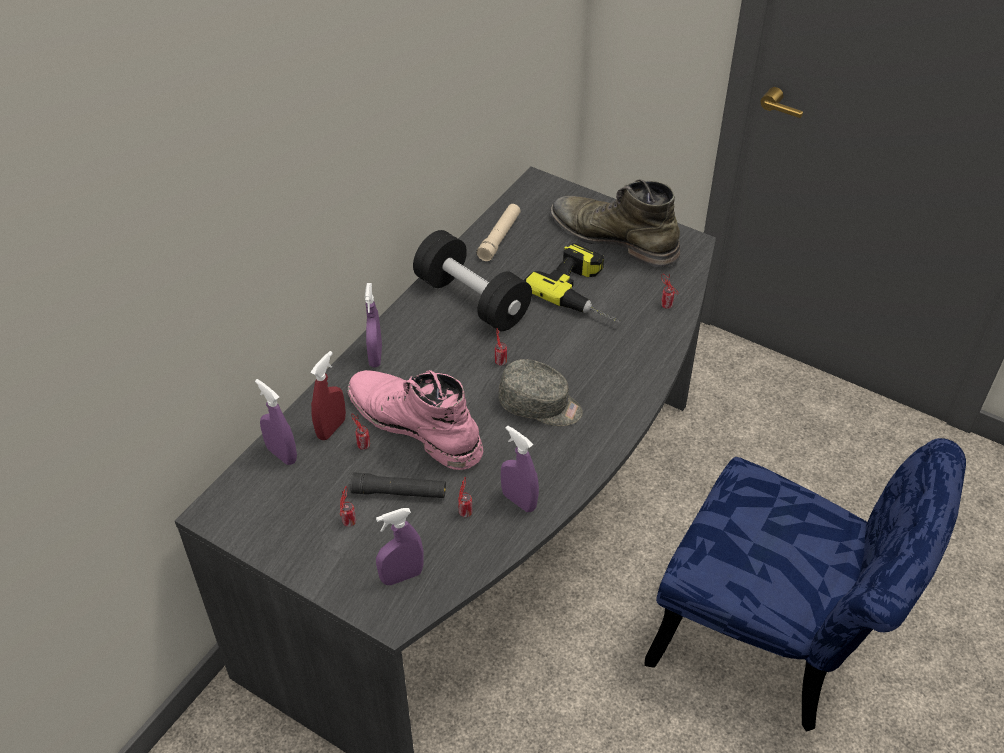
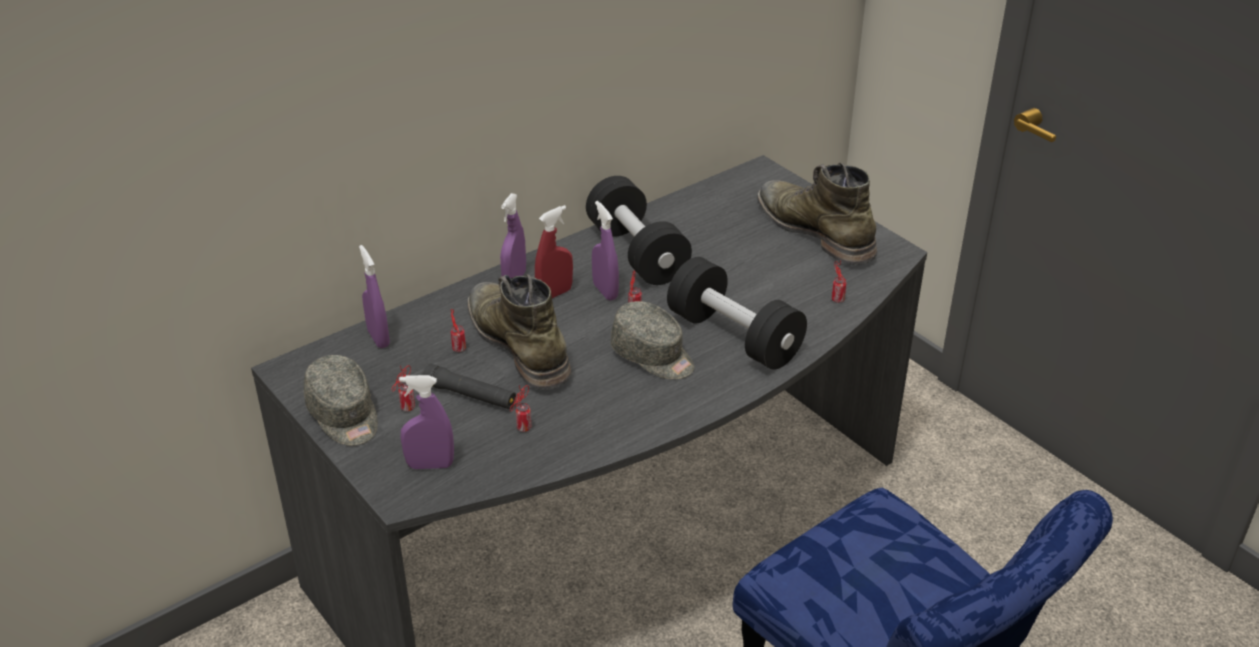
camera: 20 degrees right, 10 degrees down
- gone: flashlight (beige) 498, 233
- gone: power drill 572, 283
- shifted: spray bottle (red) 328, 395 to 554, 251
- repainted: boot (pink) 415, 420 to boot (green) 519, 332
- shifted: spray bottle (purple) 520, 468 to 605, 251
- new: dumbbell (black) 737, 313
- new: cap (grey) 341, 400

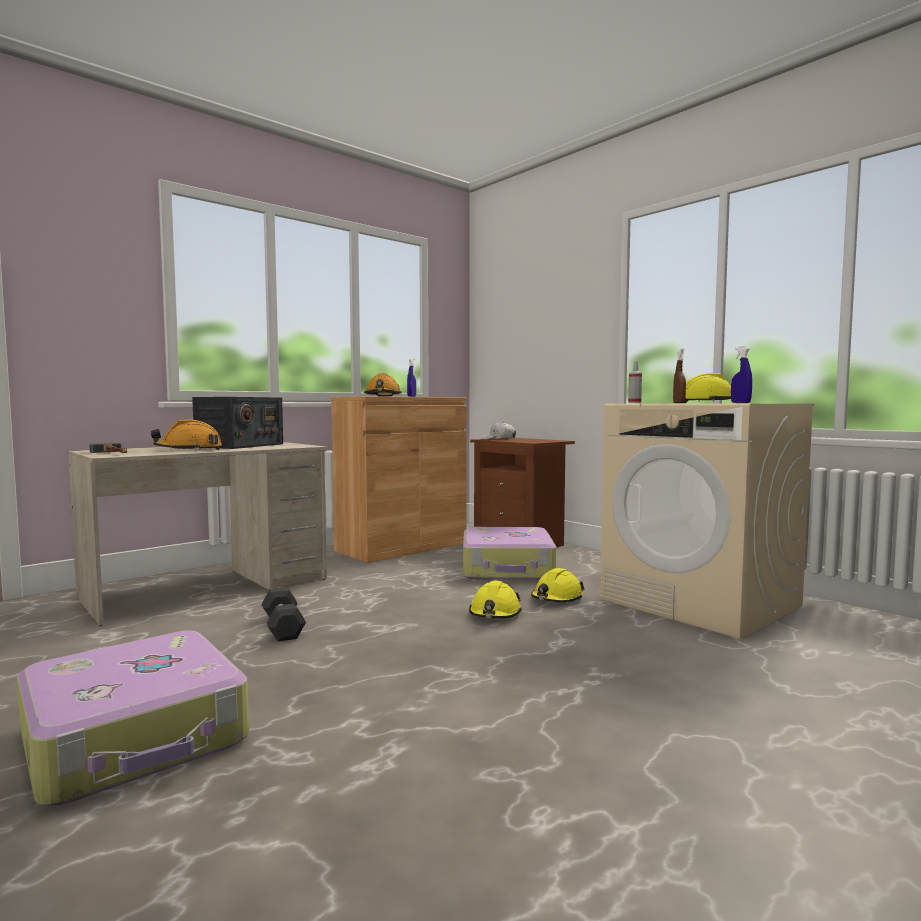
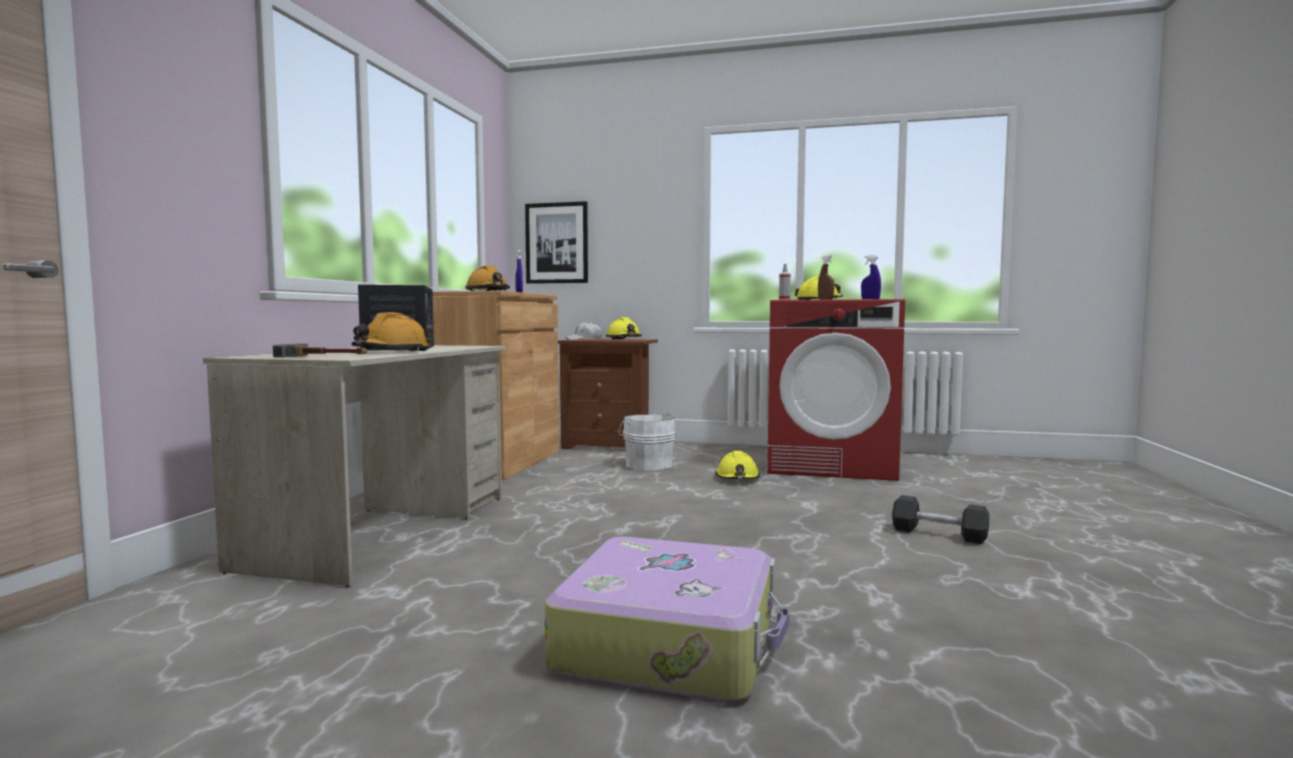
camera: 35 degrees left, 0 degrees up
- repainted: washing machine (beige) 707, 521 to washing machine (red) 836, 390
- swapped: suitcase 509, 553 to bucket (white) 647, 441
- shifted: hard hat (yellow) 495, 599 to 624, 328
- shifted: dumbbell (grey) 284, 614 to 940, 519
- new: picture 556, 242

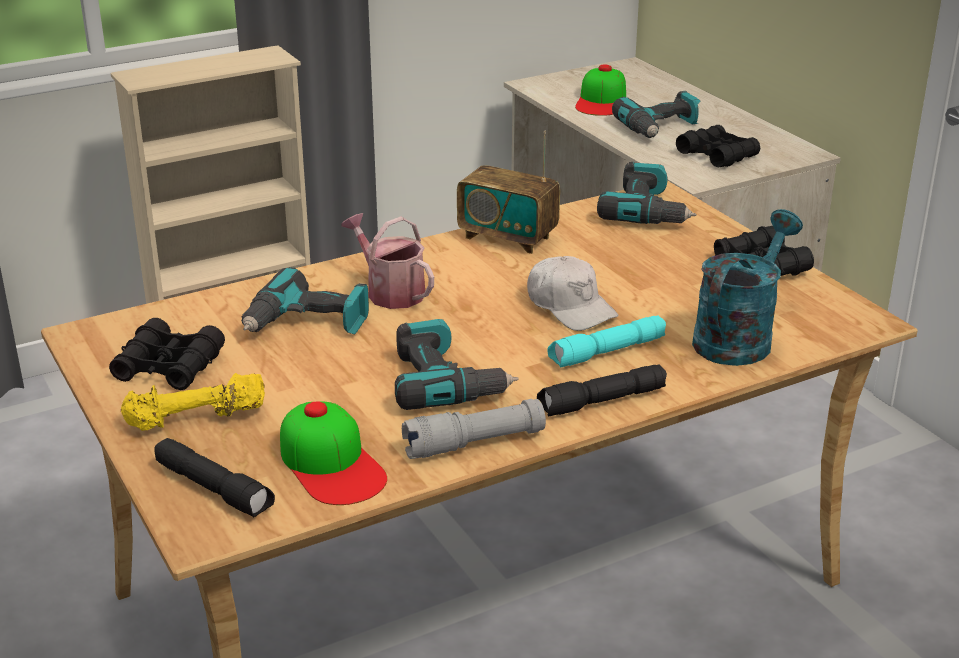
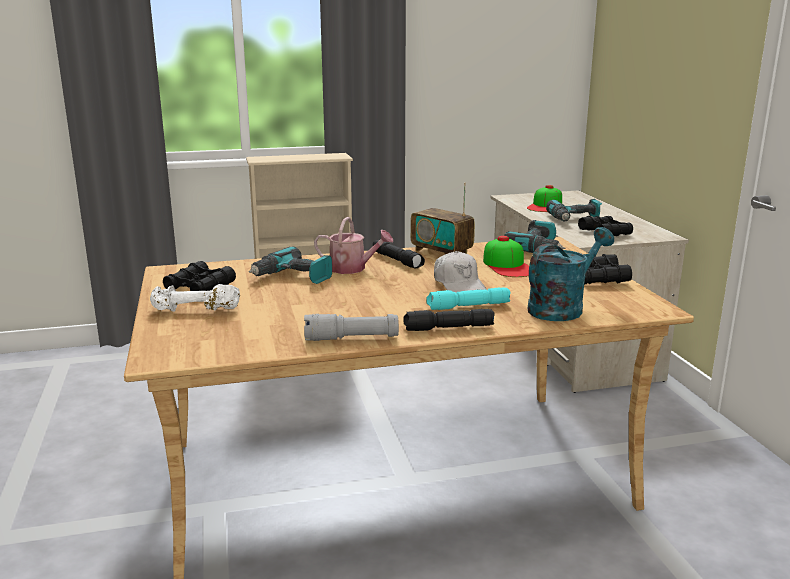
camera: 15 degrees right, 10 degrees down
- rotated: watering can 387, 261 = 353, 245 135 degrees clockwise
- gone: power drill 457, 364
- repainted: dumbbell (yellow) 193, 402 to dumbbell (white) 195, 298
- shifted: cap 333, 453 to 506, 256
- shifted: flashlight (black) 214, 477 to 399, 254

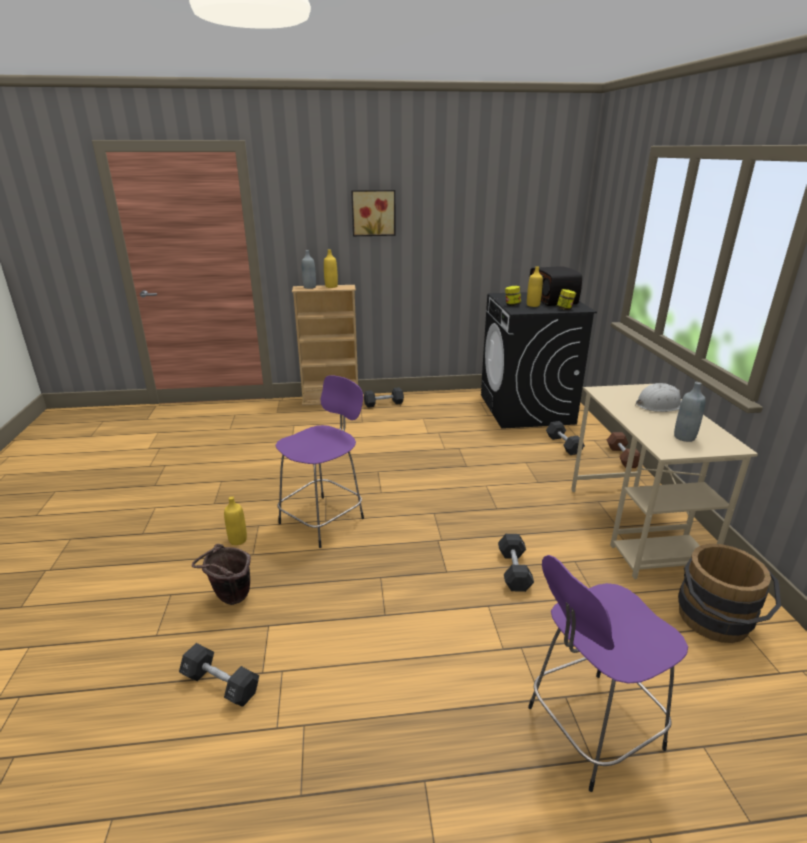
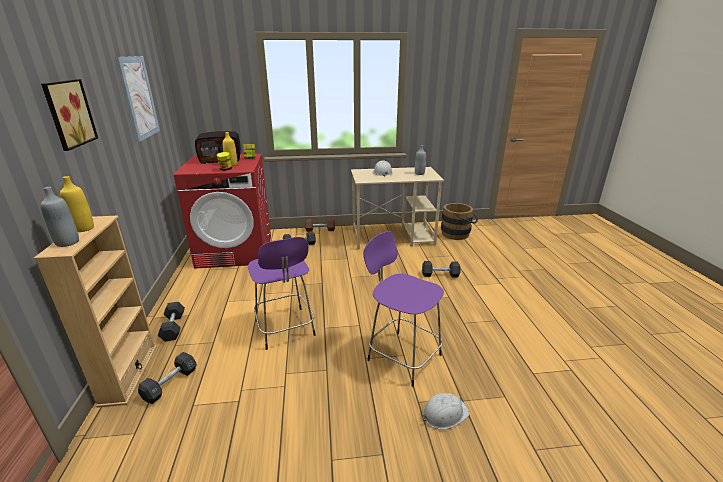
camera: 90 degrees left, 0 degrees up
- repainted: washing machine (black) 539, 360 to washing machine (red) 222, 211
- swapped: bottle (yellow) 235, 520 to hard hat (white) 446, 411
- gone: bucket (brown) 221, 574
- shifted: stool (purple) 608, 673 to 282, 293
- shifted: dumbbell (black) 219, 675 to 167, 378
- new: picture 137, 99

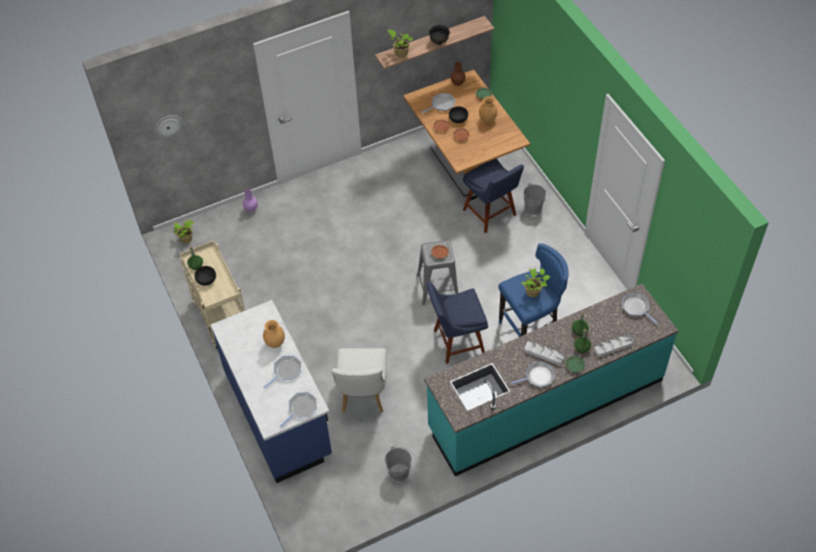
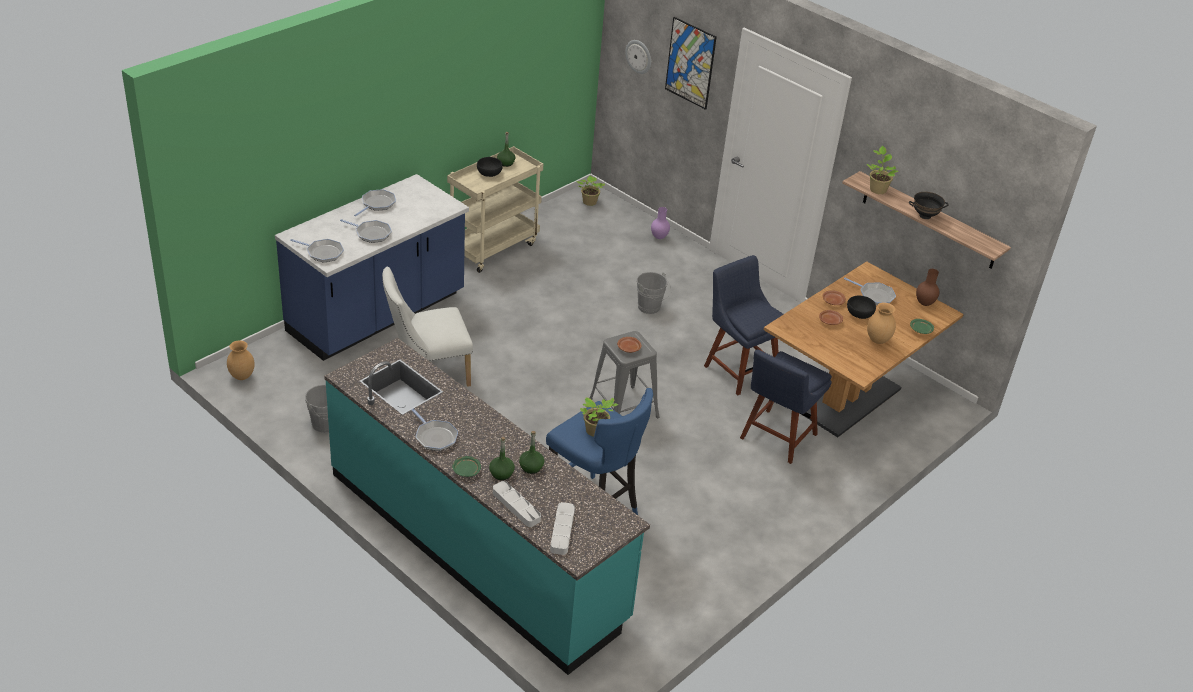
camera: 65 degrees right, 15 degrees down
- shifted: bucket (grey) 536, 199 to 654, 293
- shifted: chair (blue) 457, 323 to 743, 325
- shifted: frying pan 640, 308 to 375, 202
- shifted: vase (brown) 274, 334 to 241, 360
- shifted: tray (grey) 544, 353 to 562, 528
- new: picture 691, 63

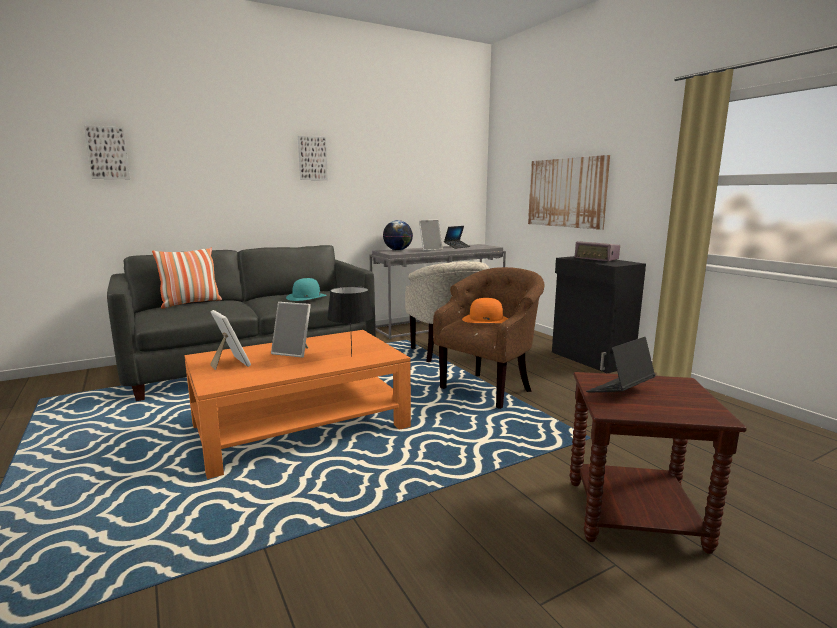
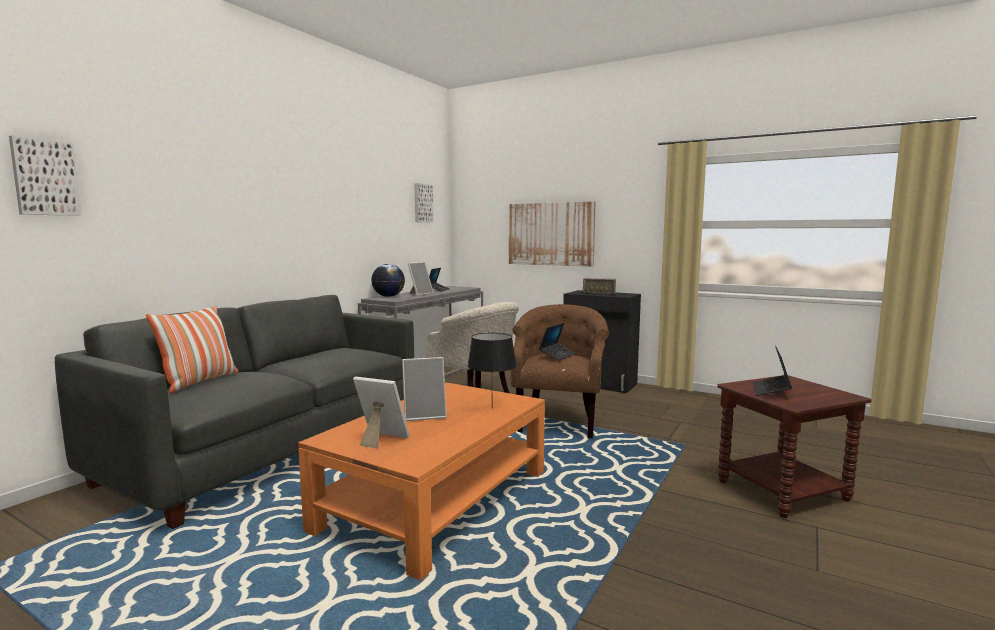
camera: 30 degrees left, 5 degrees down
- shifted: picture 313, 158 to 424, 203
- gone: hat (turquoise) 306, 289
- swapped: hat (orange) 485, 310 to laptop 557, 342

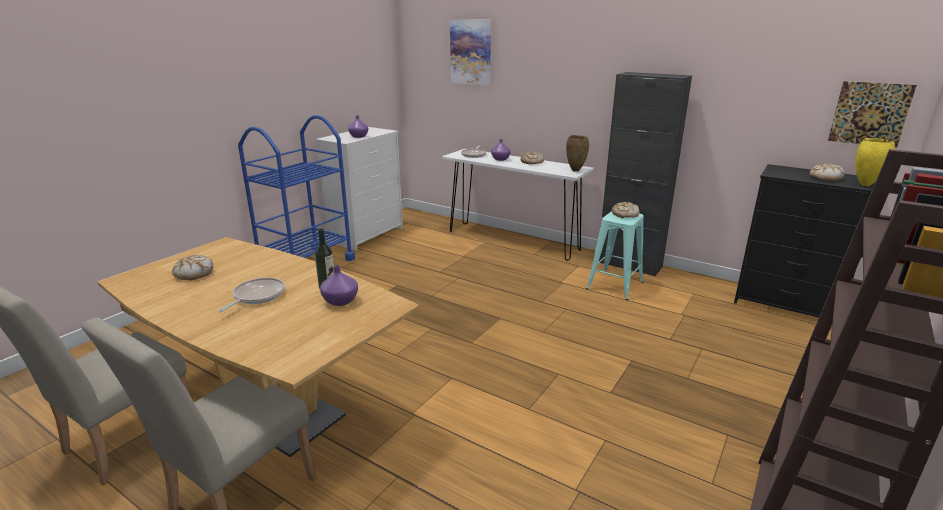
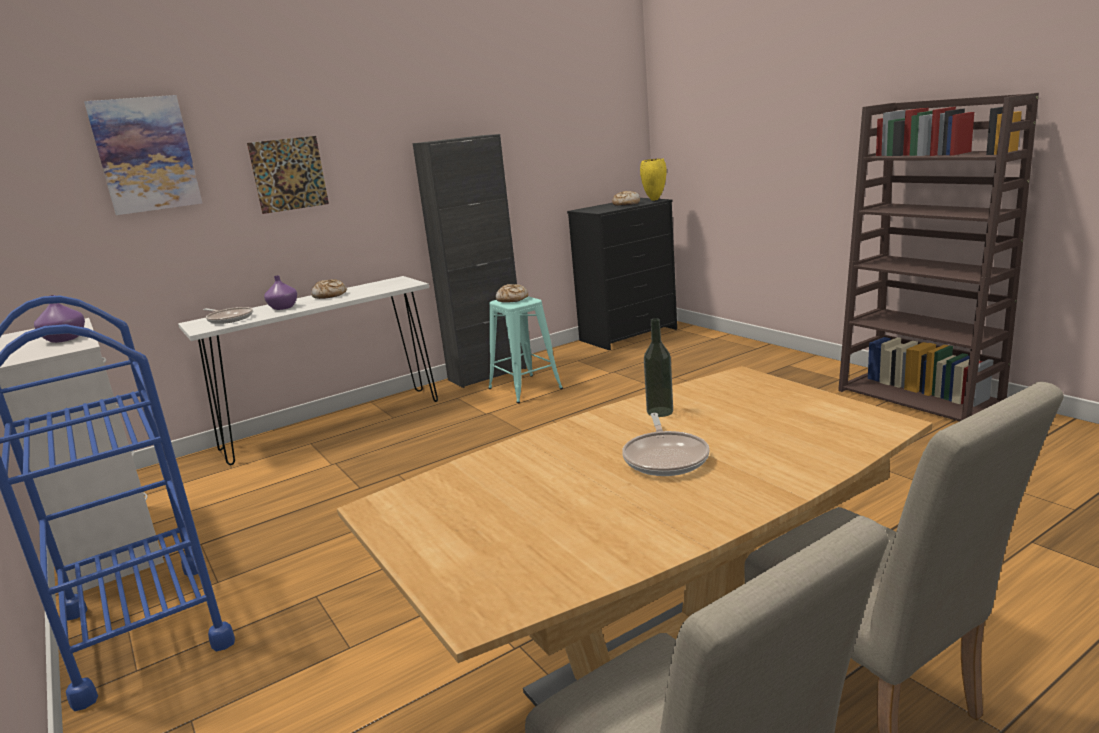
camera: 65 degrees left, 5 degrees down
- shifted: picture 872, 114 to 288, 175
- gone: vase (brown) 577, 153
- gone: bread 192, 267
- gone: vase (purple) 339, 285
- rotated: frying pan 251, 295 = 666, 444 135 degrees counterclockwise

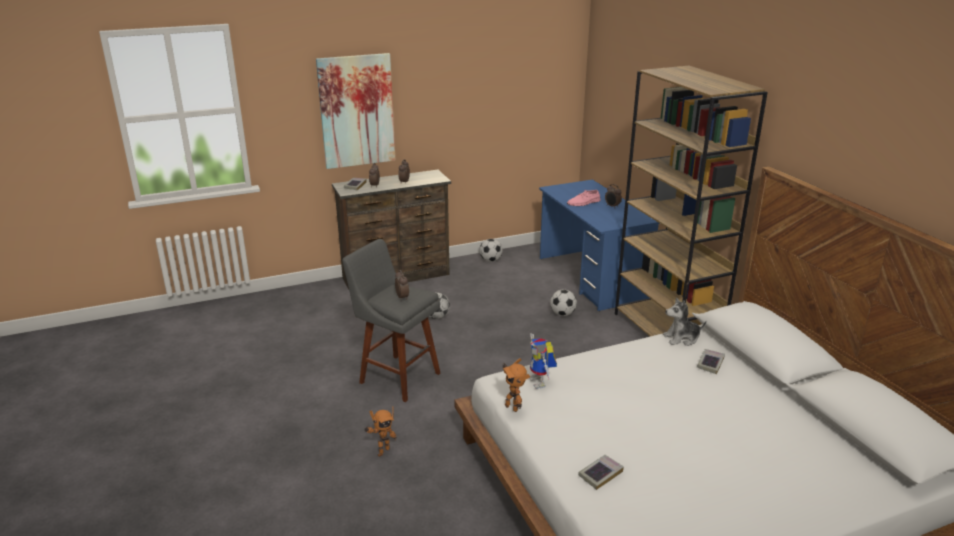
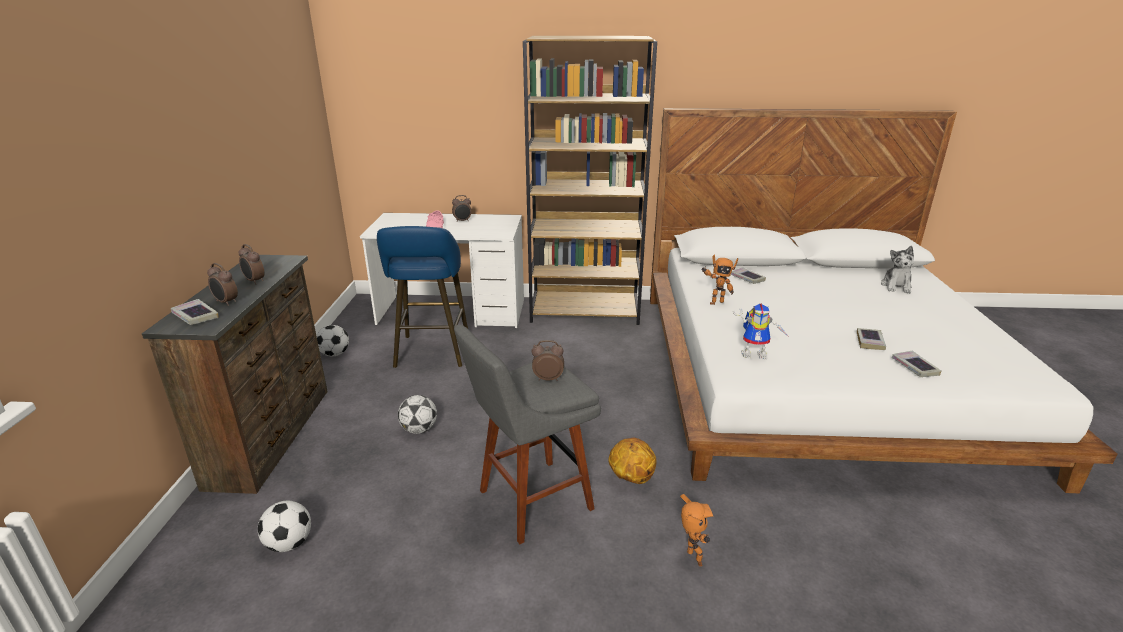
camera: 65 degrees left, 0 degrees up
- gone: picture 356, 111
- repainted: desk (blue) 599, 245 to desk (white) 442, 270
- shifted: football 563, 302 to 284, 526
- shifted: plush toy 684, 322 to 897, 269
- shifted: toy robot 516, 385 to 719, 280
- new: stool (blue) 422, 297
- new: book 871, 339
- new: basketball 632, 461

